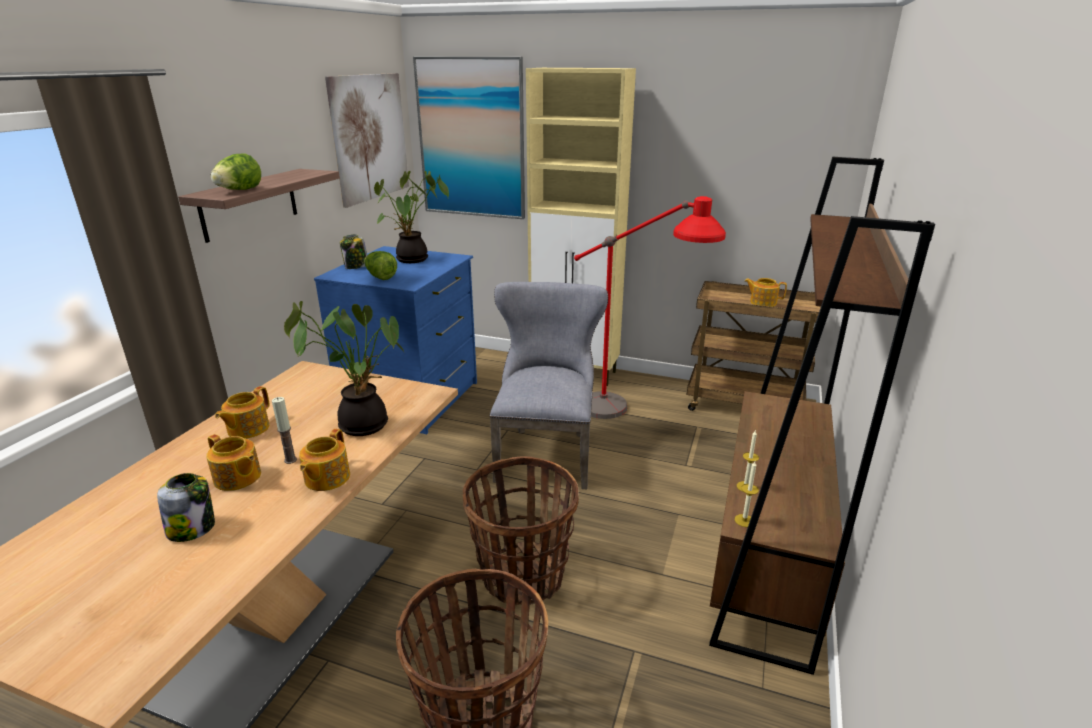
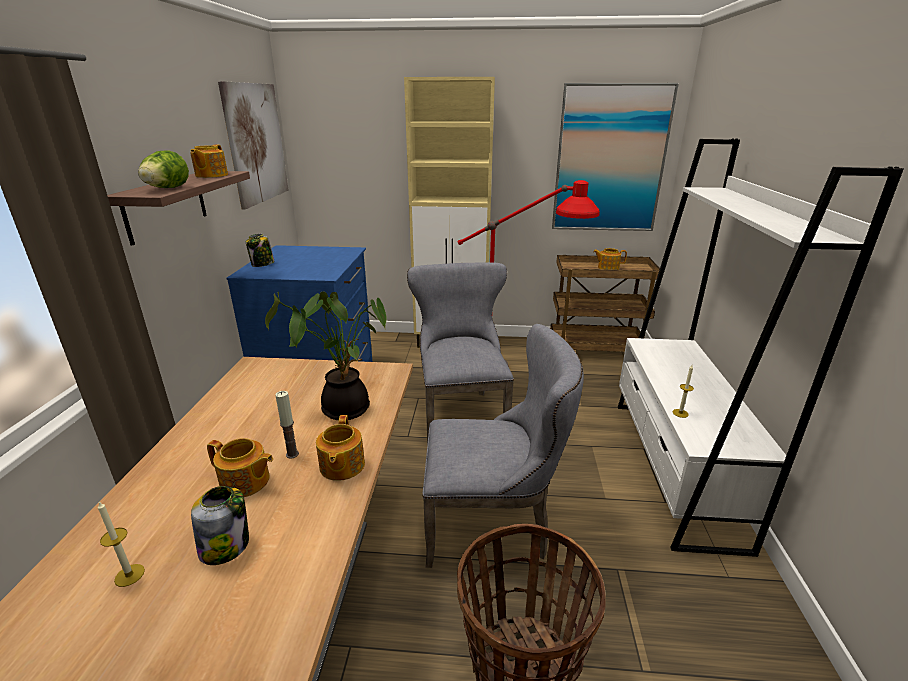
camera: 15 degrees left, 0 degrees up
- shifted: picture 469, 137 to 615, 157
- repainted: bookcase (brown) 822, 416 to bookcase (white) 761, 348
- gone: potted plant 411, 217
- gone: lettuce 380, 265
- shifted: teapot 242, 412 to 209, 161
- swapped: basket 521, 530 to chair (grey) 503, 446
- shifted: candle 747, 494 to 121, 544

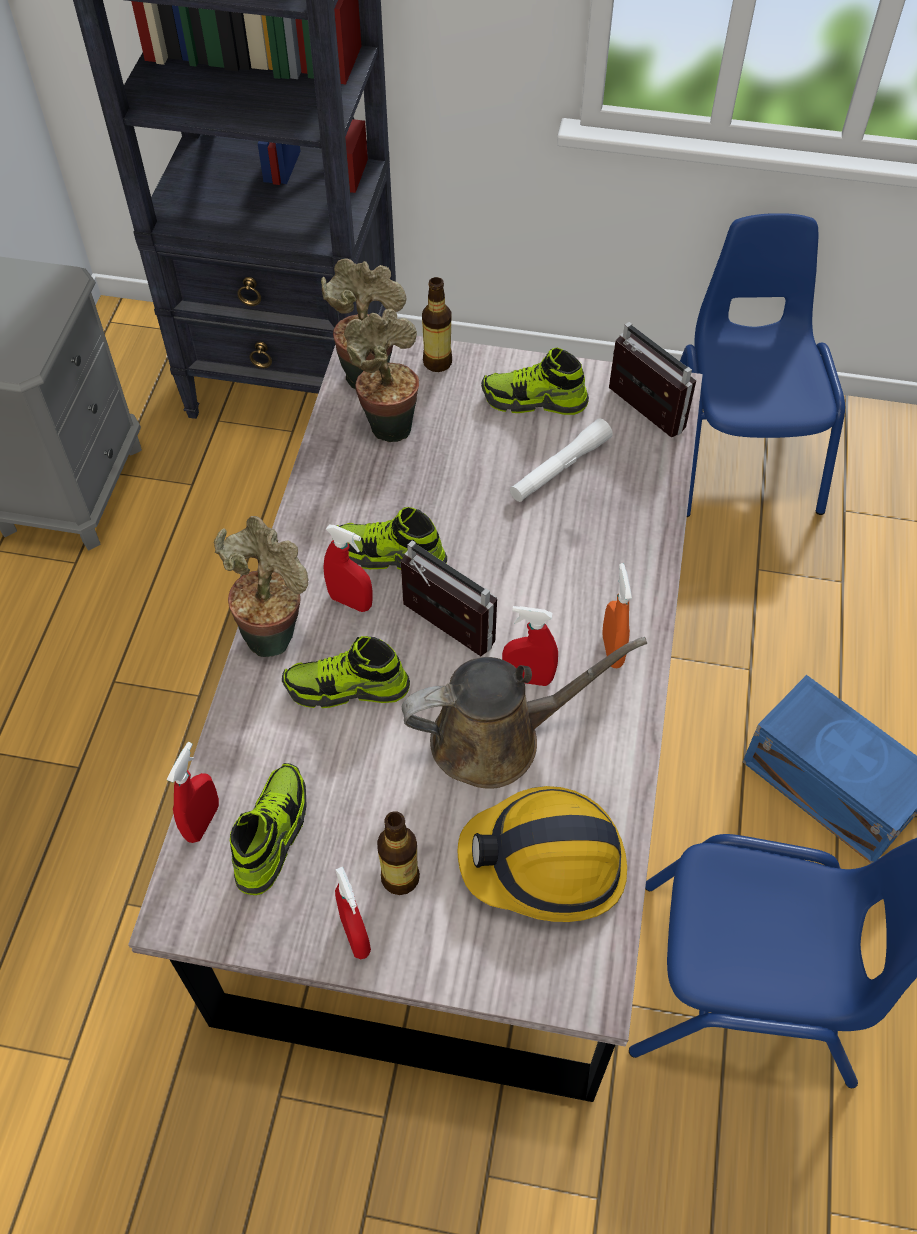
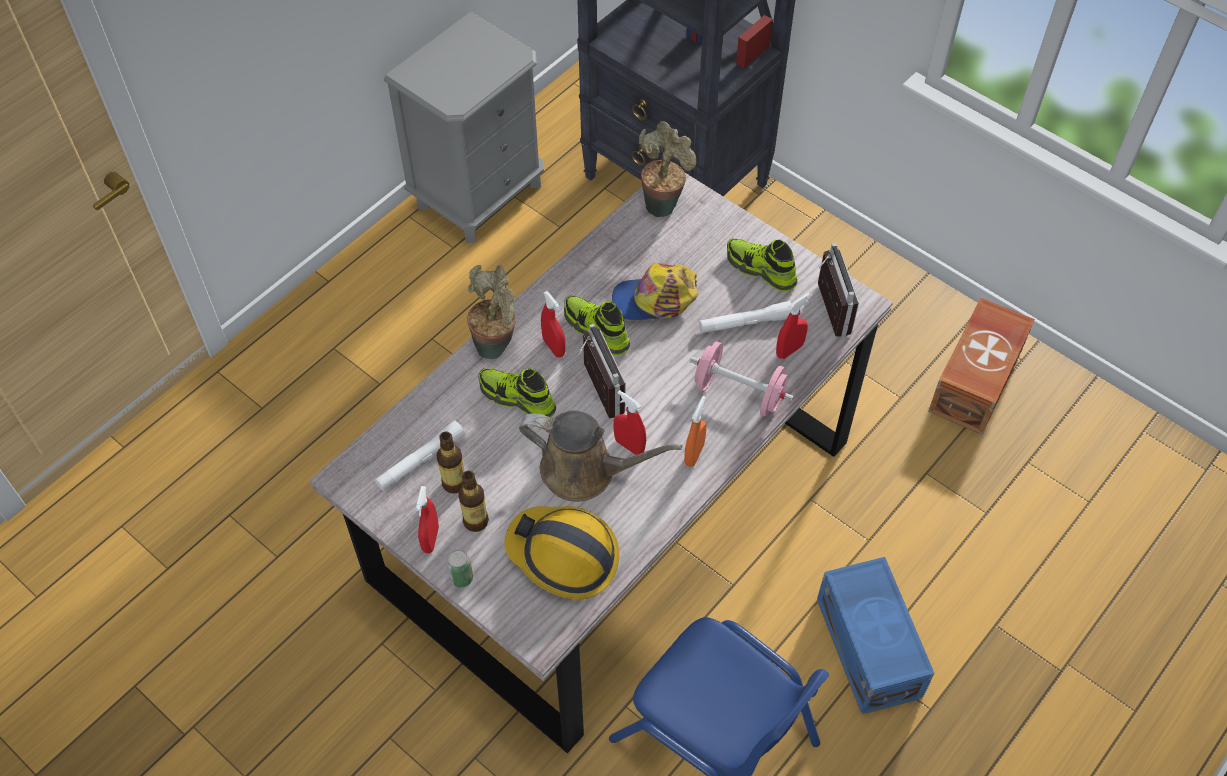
camera: 30 degrees right, 0 degrees up
- swapped: chair (blue) 762, 365 to storage box (brown) 981, 366
- shifted: bottle 437, 324 to 450, 463
- gone: potted plant 381, 375
- shifted: spray bottle (red) 193, 792 to 793, 326
- swapped: shoe 268, 829 to flashlight (white) 420, 455
- new: cap 655, 291
- new: dumbbell (pink) 742, 379
- new: can 459, 569

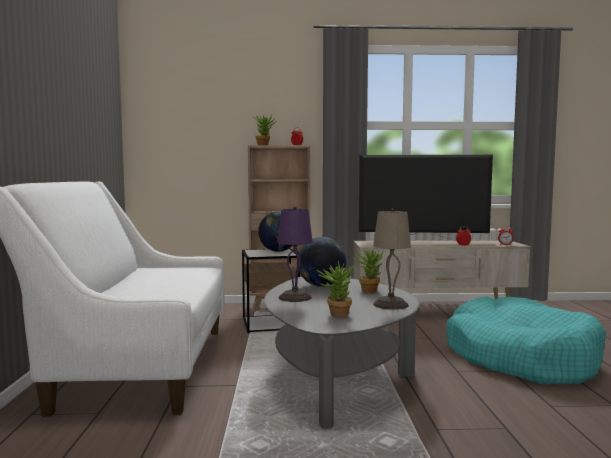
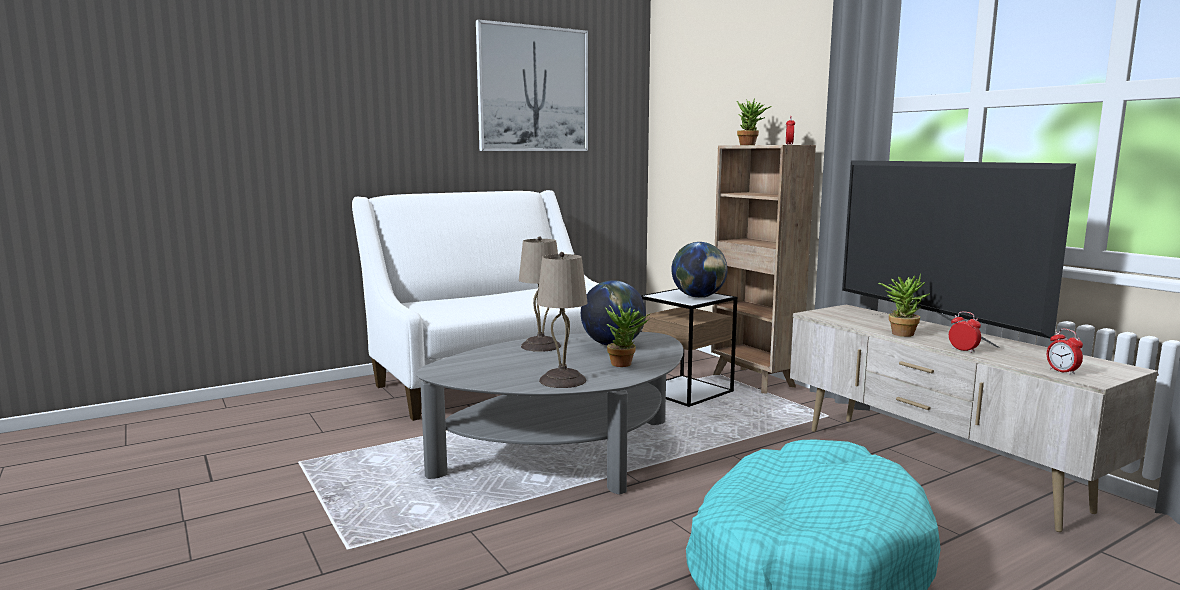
camera: 60 degrees right, 5 degrees up
- repainted: table lamp (purple) 295, 254 to table lamp (beige) 540, 294
- shifted: potted plant 335, 289 to 903, 305
- new: picture 532, 85

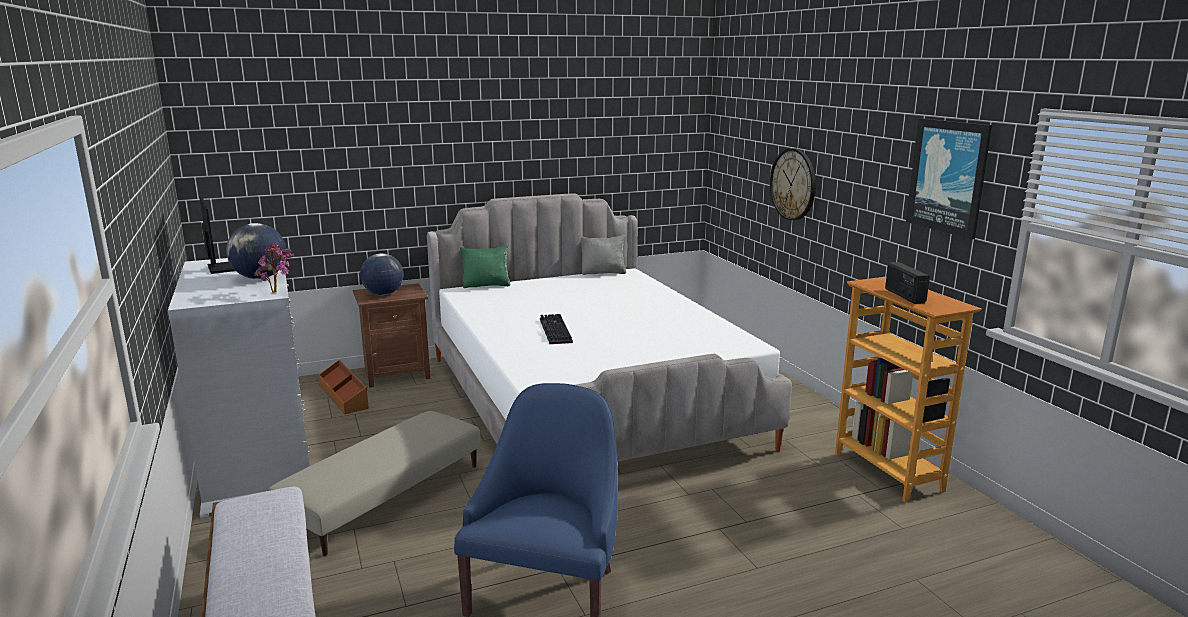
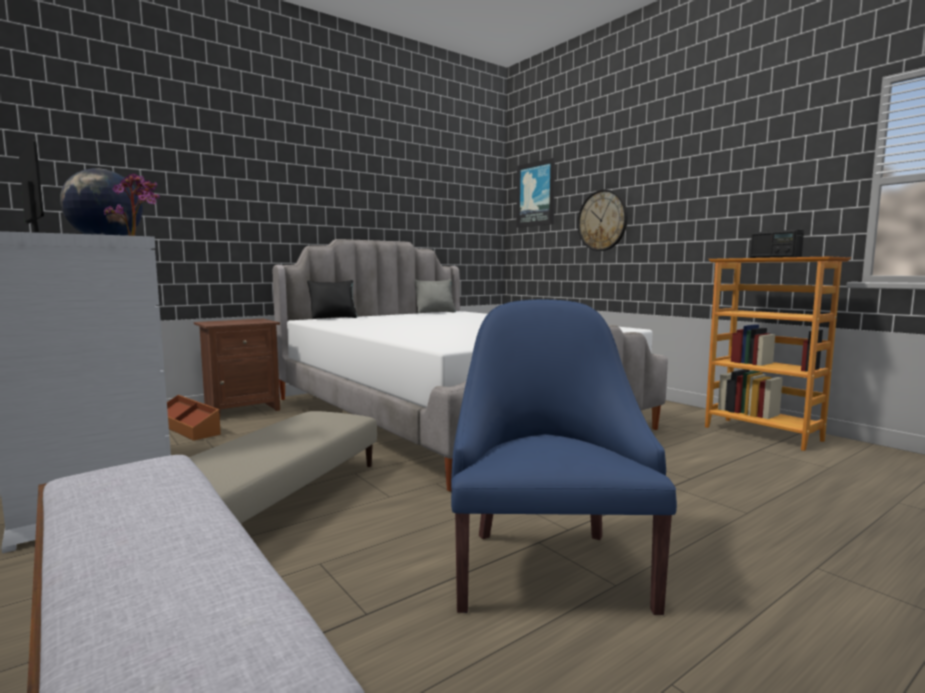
camera: 15 degrees left, 10 degrees down
- shifted: picture 949, 178 to 535, 193
- repainted: pillow (green) 485, 266 to pillow (black) 332, 299
- gone: globe 381, 274
- gone: keyboard 556, 329

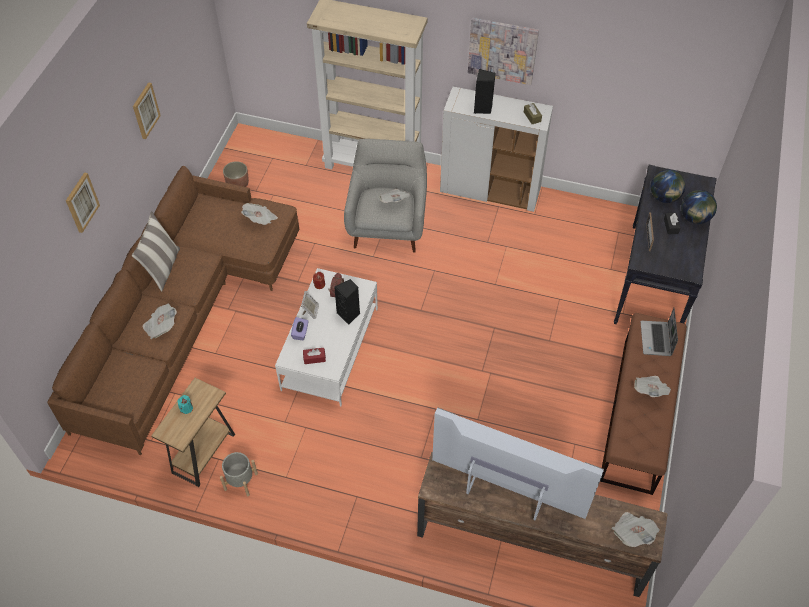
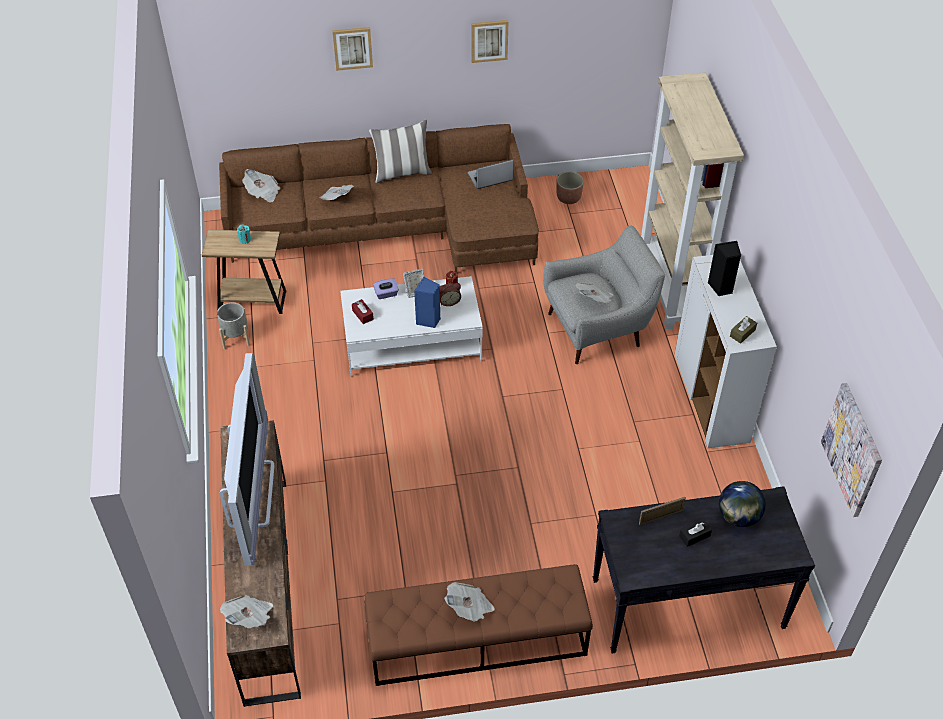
camera: 65 degrees right, 5 degrees down
- shifted: picture 503, 51 to 851, 450
- gone: globe 699, 207
- shifted: newspaper 259, 214 to 261, 186
- repainted: speaker (black) 347, 302 to speaker (blue) 427, 302
- shifted: laptop 659, 332 to 491, 174

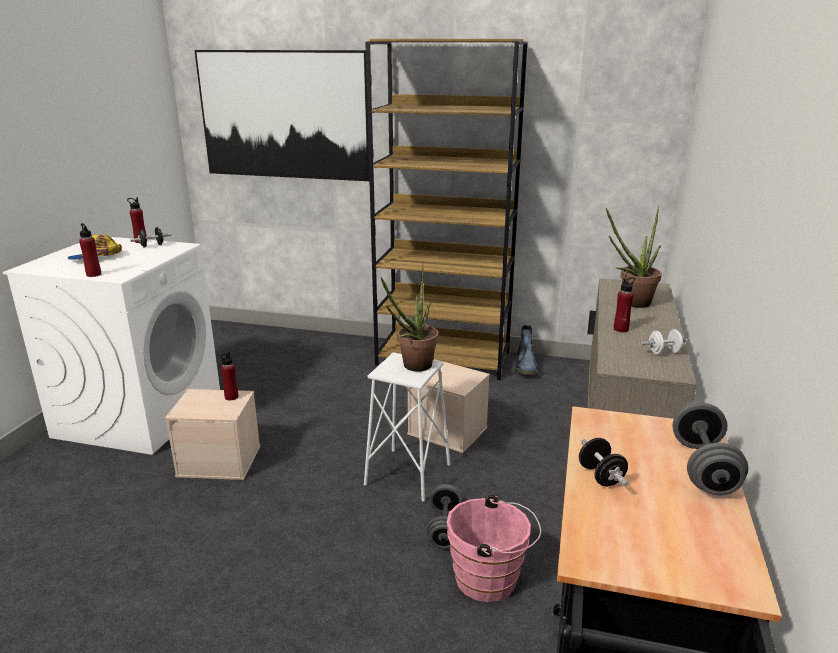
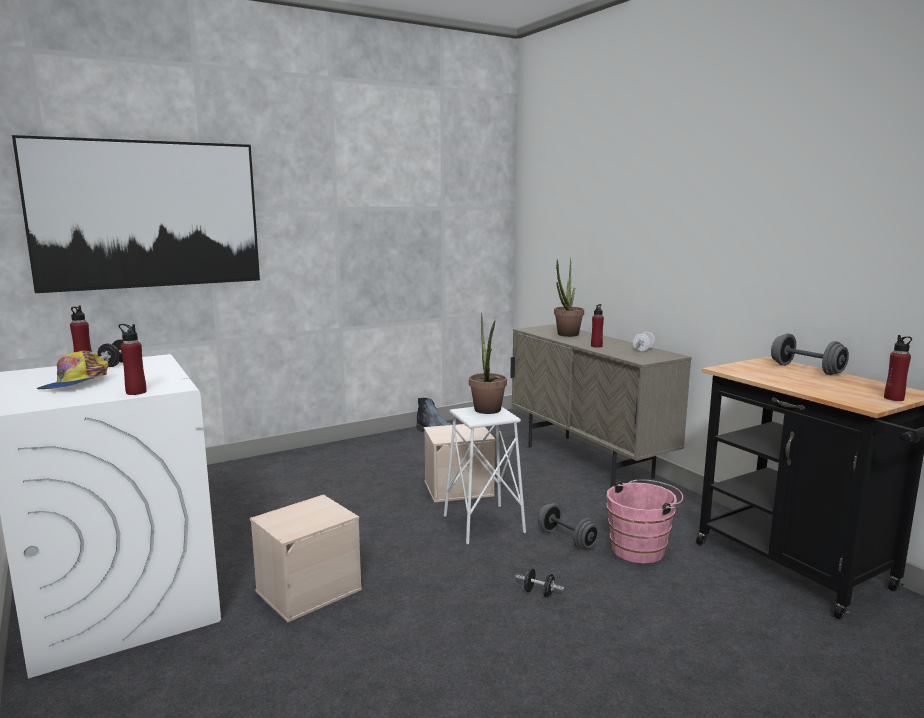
camera: 45 degrees left, 10 degrees down
- gone: bookcase (brown) 446, 209
- shifted: bottle (red) 229, 375 to 898, 368
- shifted: dumbbell (black) 603, 462 to 539, 582

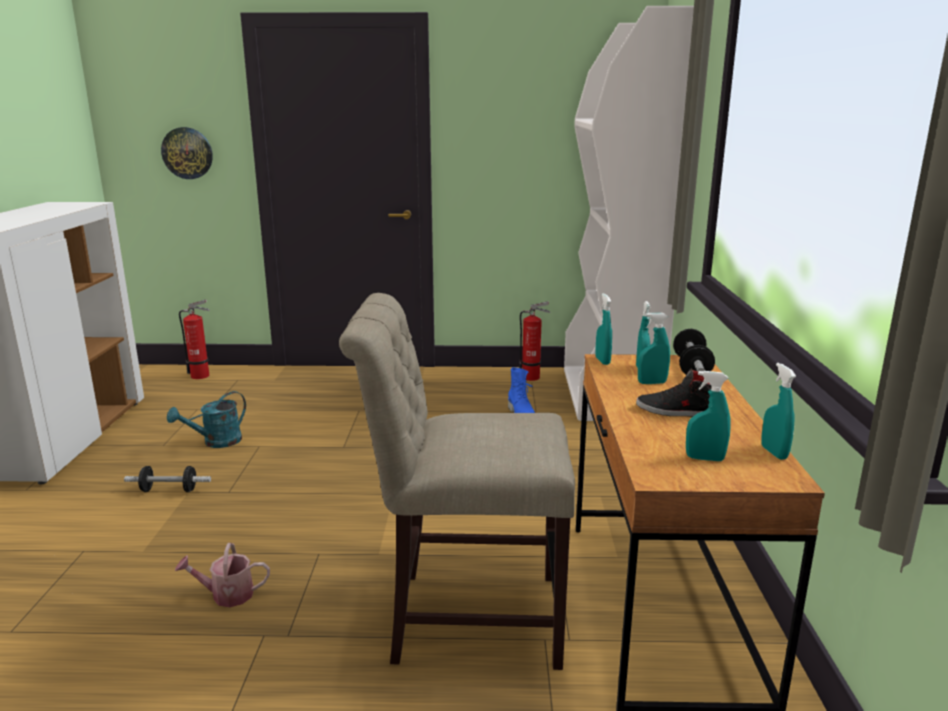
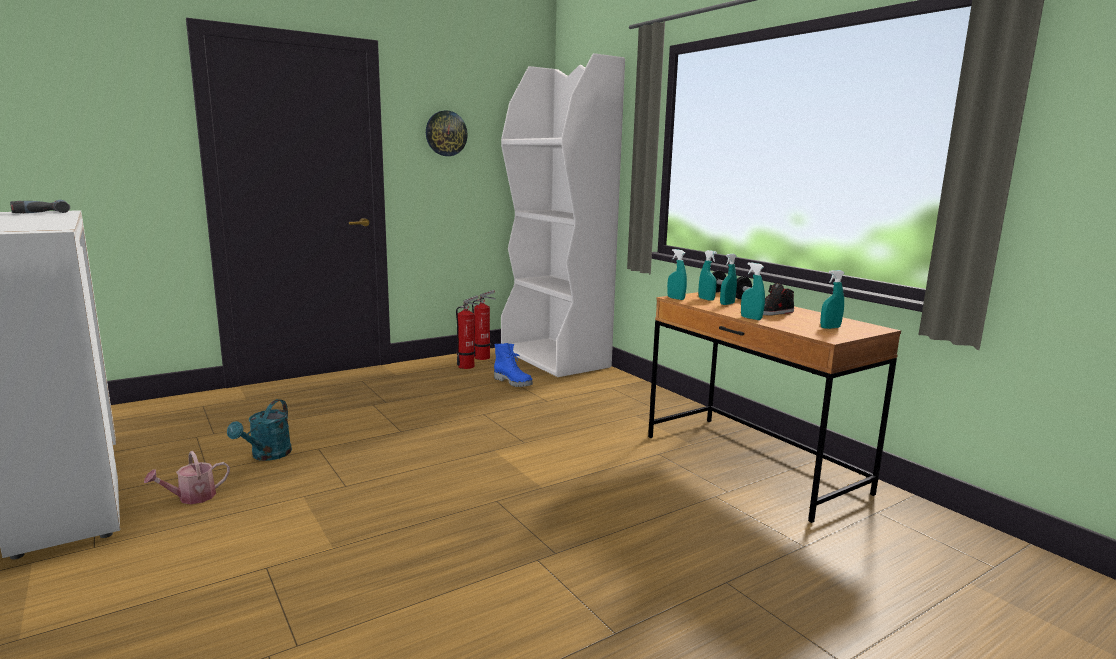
camera: 35 degrees left, 5 degrees down
- shifted: wall clock 187, 153 to 447, 133
- gone: chair (beige) 457, 481
- shifted: fire extinguisher 194, 339 to 467, 332
- shifted: spray bottle (turquoise) 778, 411 to 753, 291
- gone: dumbbell 167, 479
- shifted: watering can 222, 575 to 187, 477
- new: power drill 40, 207

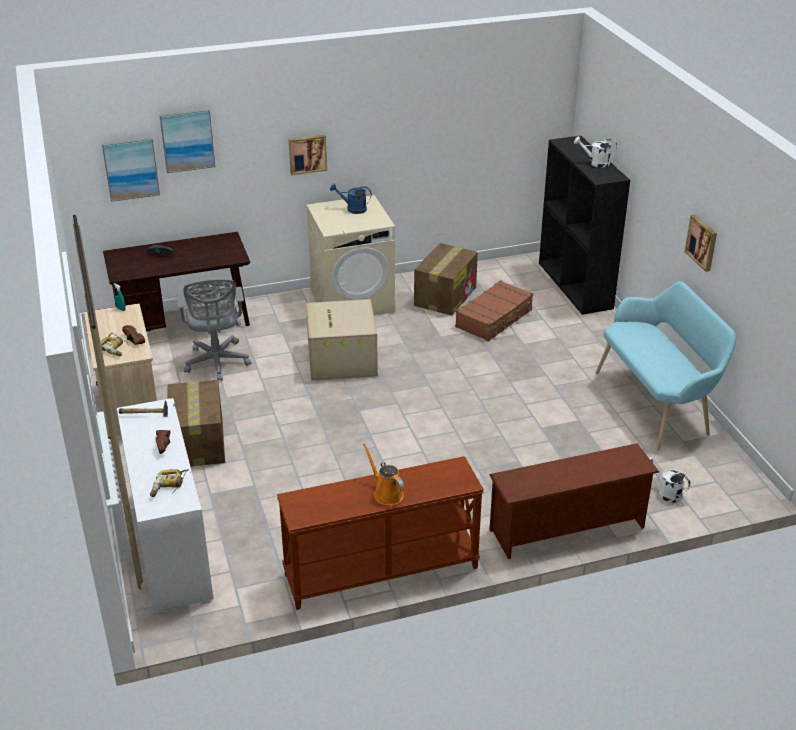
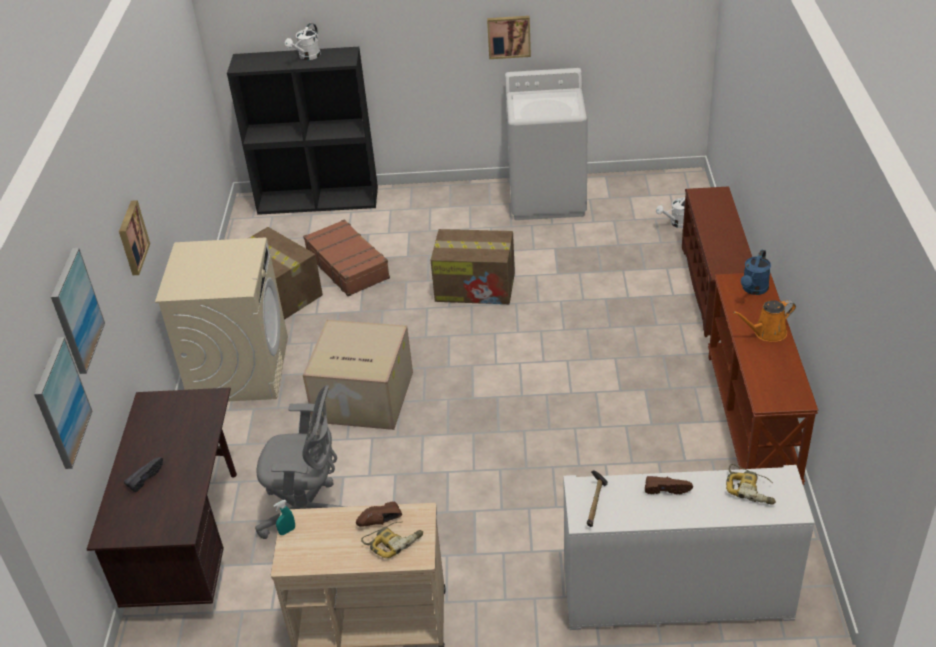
camera: 70 degrees left, 5 degrees up
- shifted: watering can (blue) 350, 198 to 756, 272
- swapped: bench (turquoise) 666, 366 to washing machine (white) 546, 144
- shifted: cardboard box 196, 423 to 473, 266

